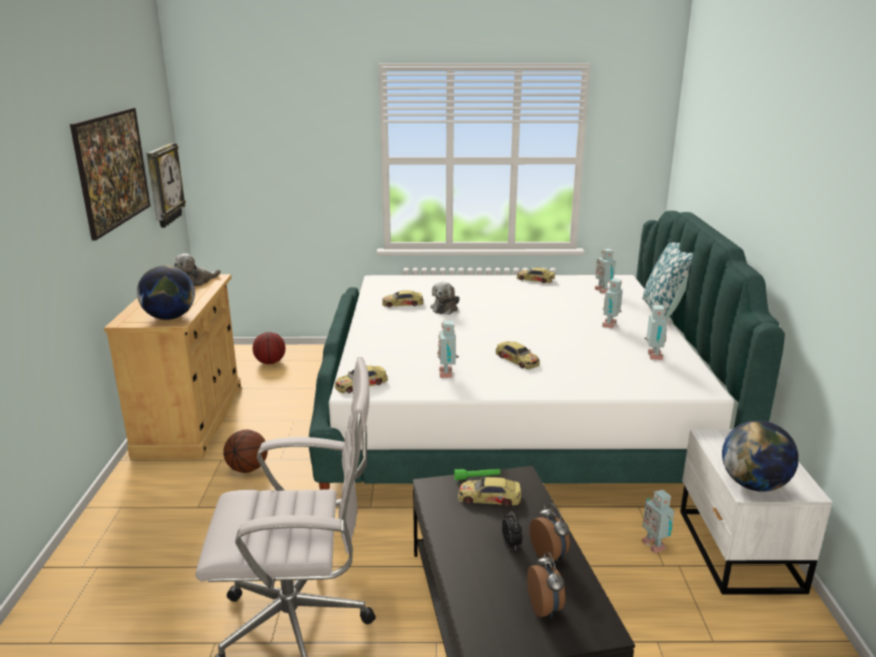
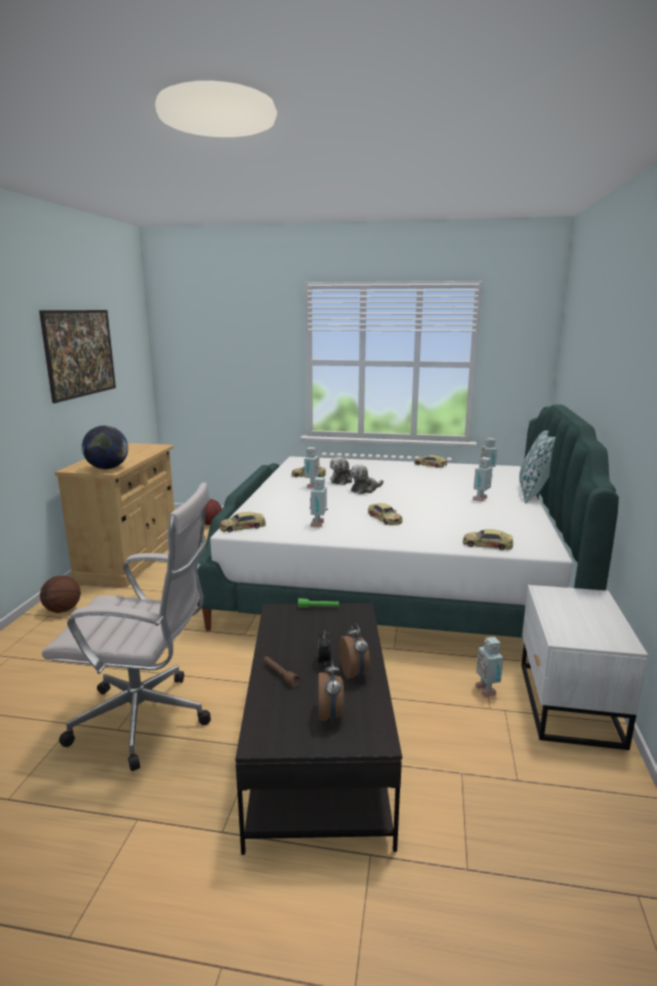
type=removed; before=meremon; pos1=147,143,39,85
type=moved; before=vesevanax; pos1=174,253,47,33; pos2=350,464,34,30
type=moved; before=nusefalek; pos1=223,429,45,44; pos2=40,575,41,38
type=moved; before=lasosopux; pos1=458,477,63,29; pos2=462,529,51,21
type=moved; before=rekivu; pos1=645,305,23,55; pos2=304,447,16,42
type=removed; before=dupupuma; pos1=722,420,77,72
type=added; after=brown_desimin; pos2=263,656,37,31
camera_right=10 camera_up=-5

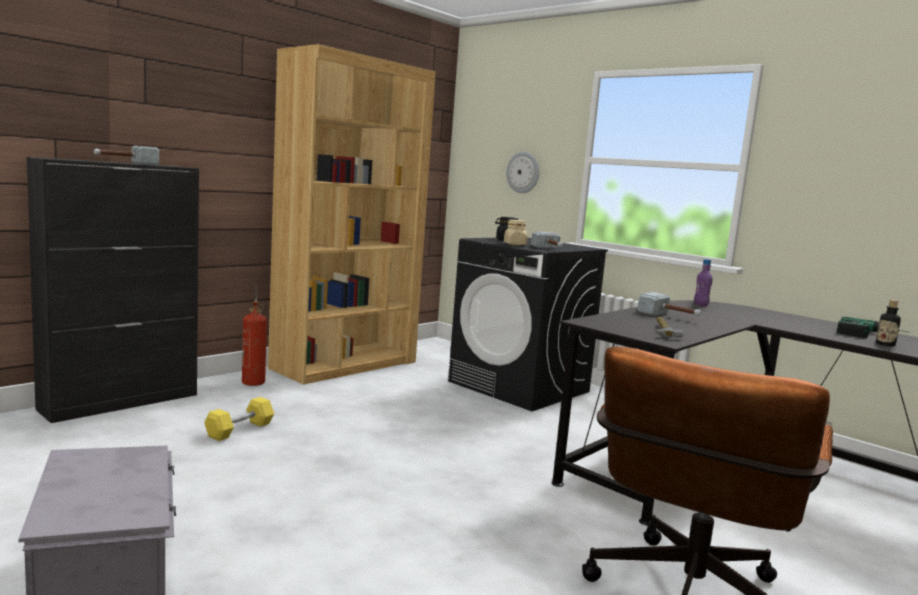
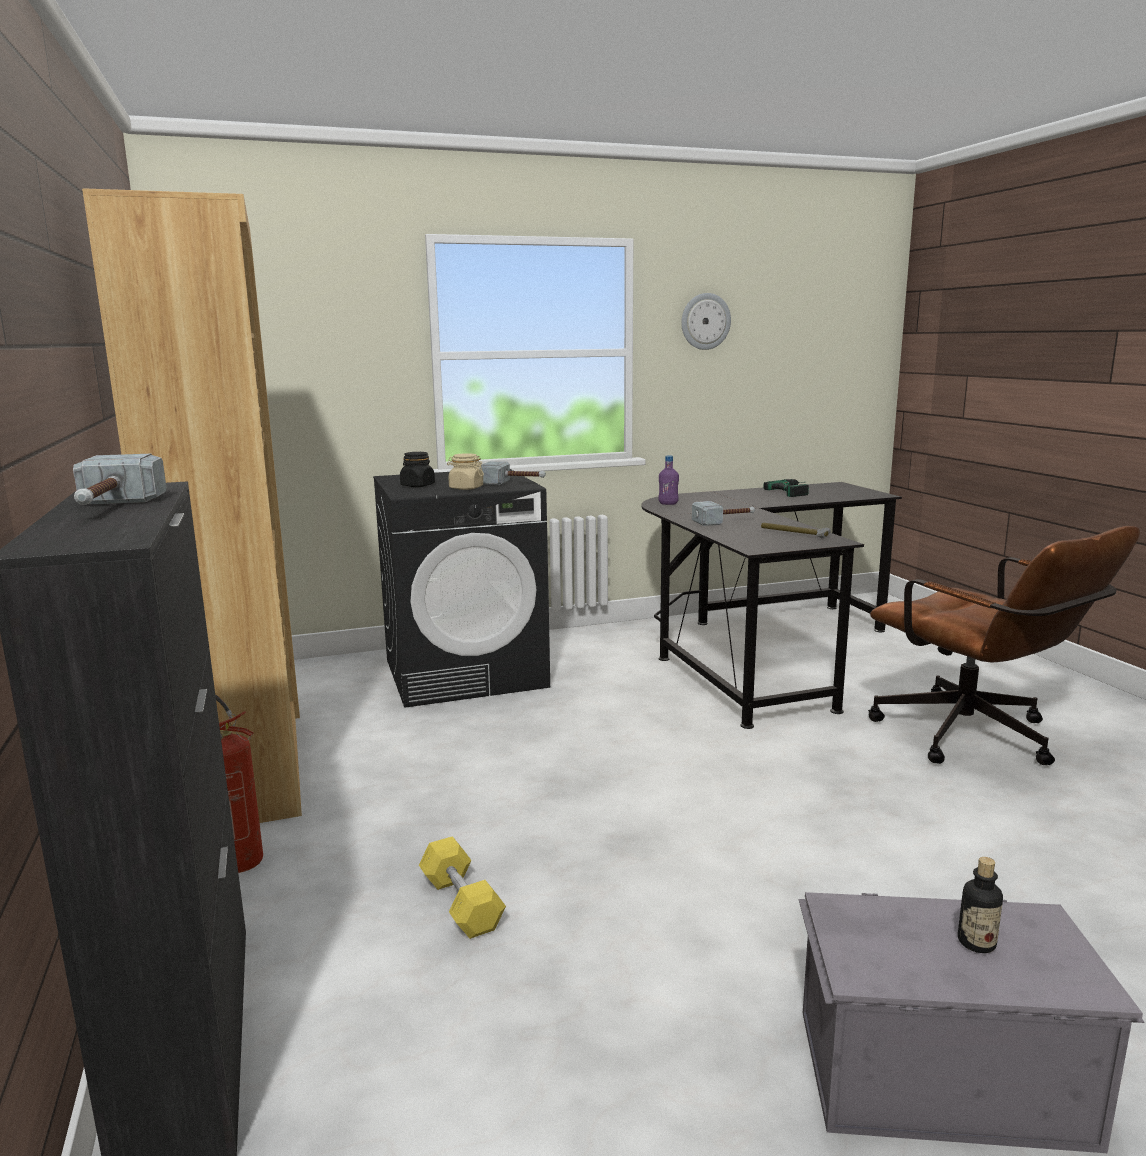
type=moved; before=meremon; pos1=506,152,33,41; pos2=681,293,50,57
type=moved; before=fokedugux; pos1=876,300,25,46; pos2=958,857,45,96
camera_right=-60 camera_up=5

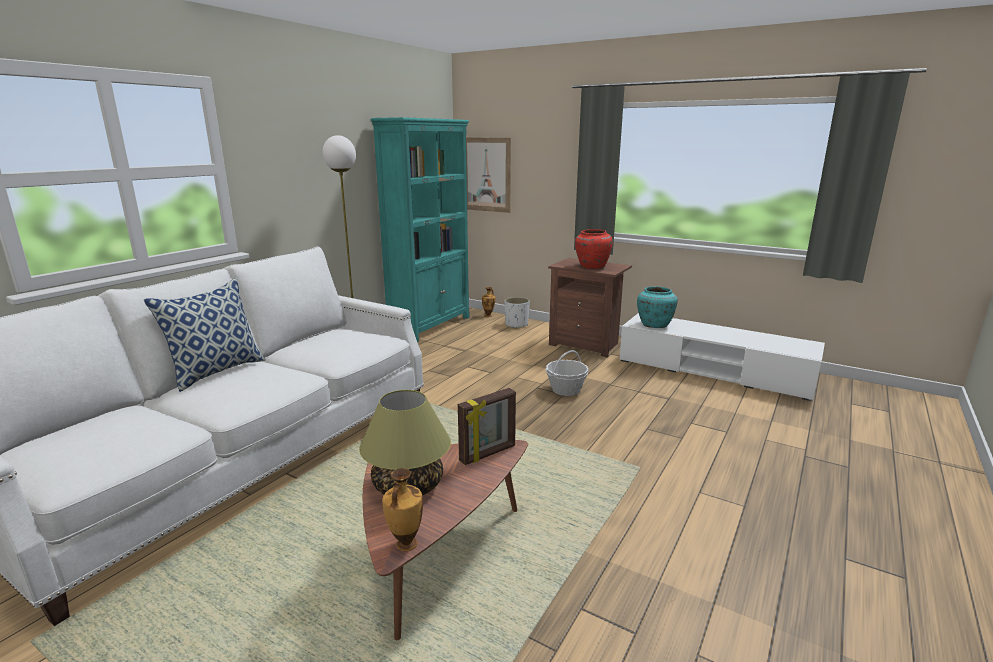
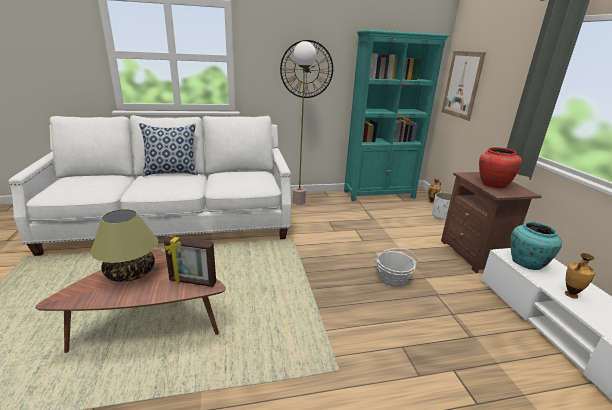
type=moved; before=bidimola; pos1=382,468,41,83; pos2=565,253,30,46
type=added; after=meremon; pos2=280,40,53,58
camera_right=45 camera_up=5

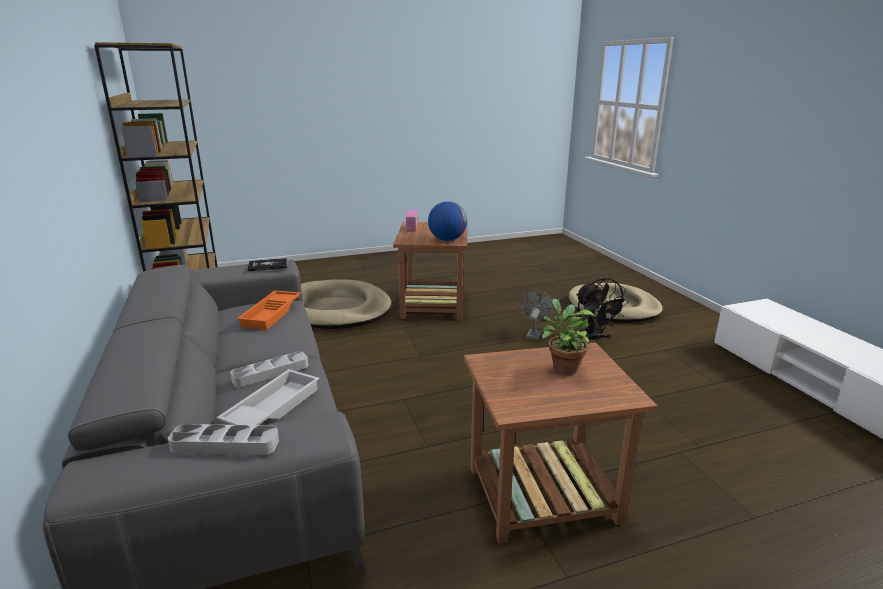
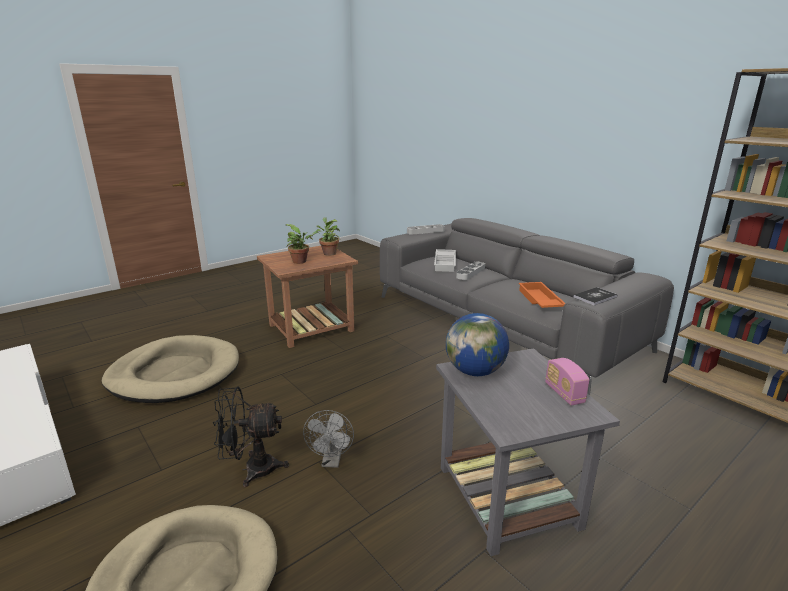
type=moved; before=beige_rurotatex; pos1=301,279,91,50; pos2=101,335,138,68
type=recoloured; before=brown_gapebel; after=grey_gapebel; pos1=393,222,75,98; pos2=436,348,184,208
type=turned; before=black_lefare; pos1=576,278,53,64; pos2=213,386,76,101; turn=-60
type=added; after=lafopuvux; pos2=312,217,28,39
camera_right=160 camera_up=0

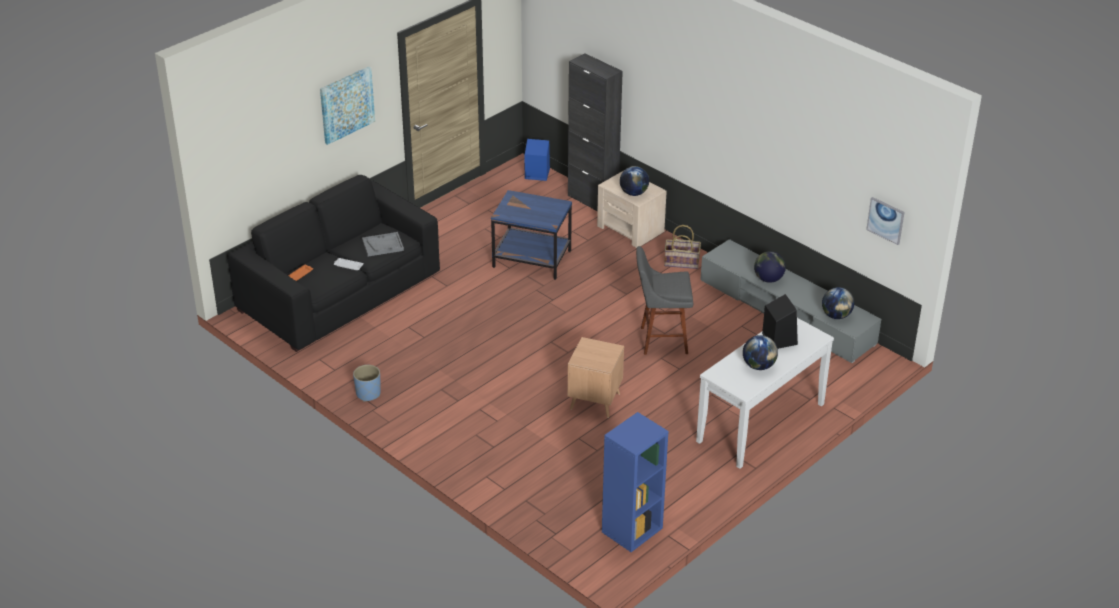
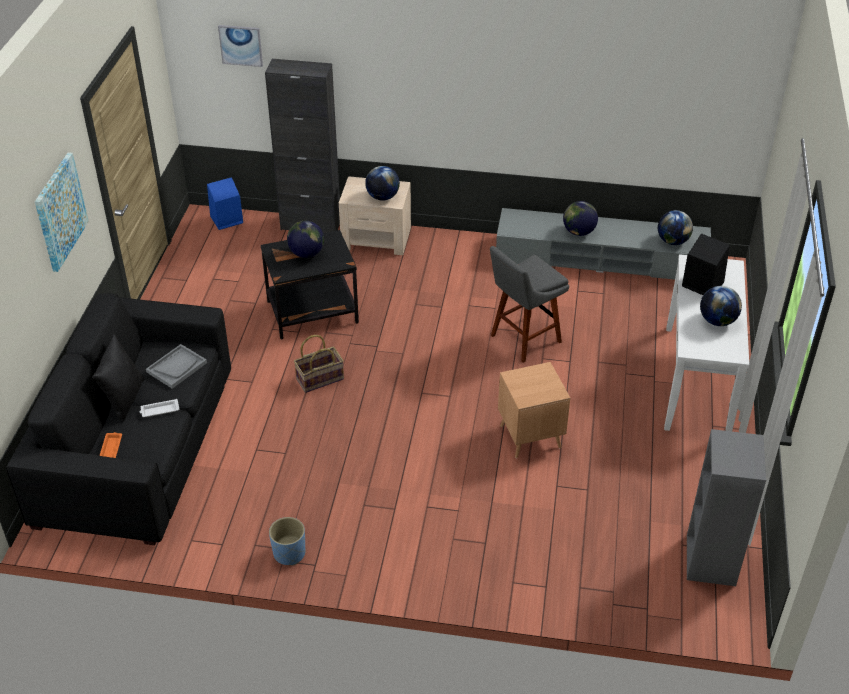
type=recoloured; before=blue_gapebel; after=black_gapebel; pos1=491,190,81,90; pos2=261,230,98,109
type=recoloured; before=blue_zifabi; after=grey_zifabi; pos1=602,412,66,140; pos2=687,429,79,157
type=moved; before=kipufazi; pos1=664,225,37,44; pos2=294,335,50,58
type=moved; before=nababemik; pos1=866,197,39,48; pos2=218,25,45,42
type=added; after=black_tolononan; pos2=92,334,53,89
type=added; after=dupupuma; pos2=287,221,37,37
camera_right=-35 camera_up=5

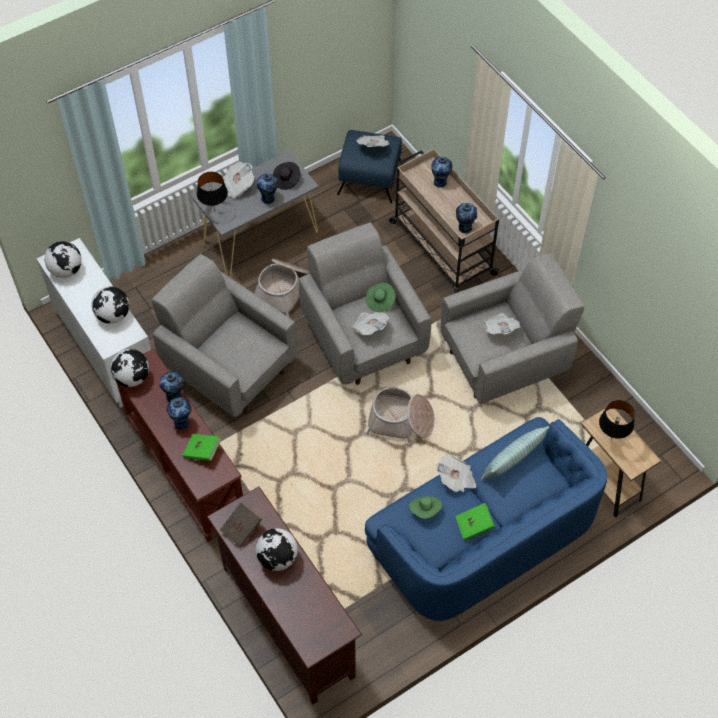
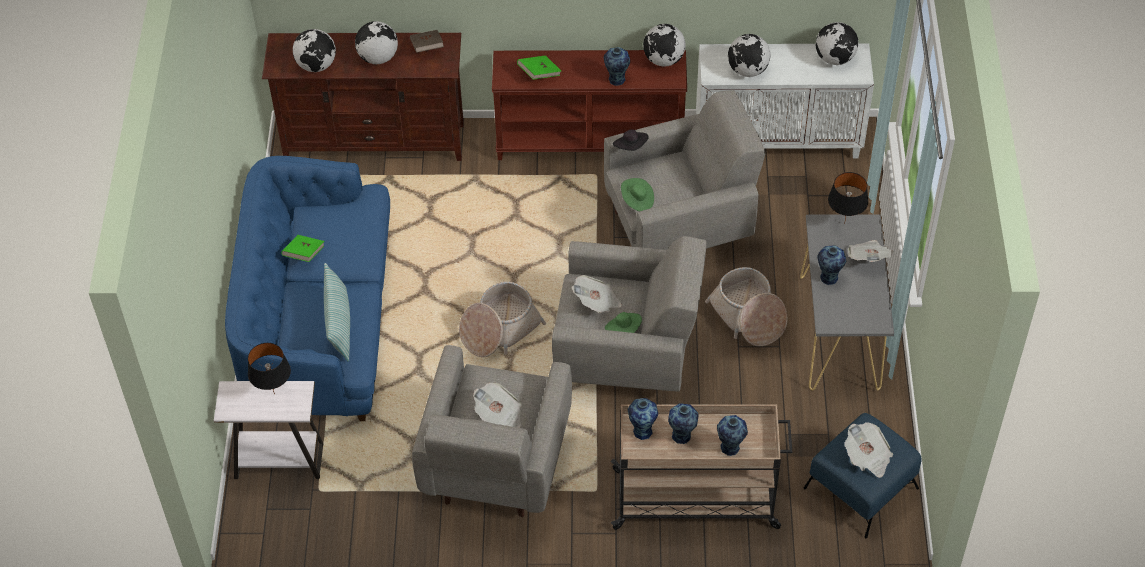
type=moved; before=bidimola; pos1=166,397,26,33; pos2=668,403,30,41
type=moved; before=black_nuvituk; pos1=273,162,27,28; pos2=613,129,36,22
type=moved; before=green_nuvituk; pos1=409,496,33,23; pos2=621,178,33,33
type=removed; before=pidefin; pos1=436,454,40,38
type=recoloured; before=brown_gapebel; after=white_gapebel; pos1=581,408,80,110; pos2=214,381,109,98
type=added; after=dupupuma; pos2=293,29,43,43
camera_right=125 camera_up=-5

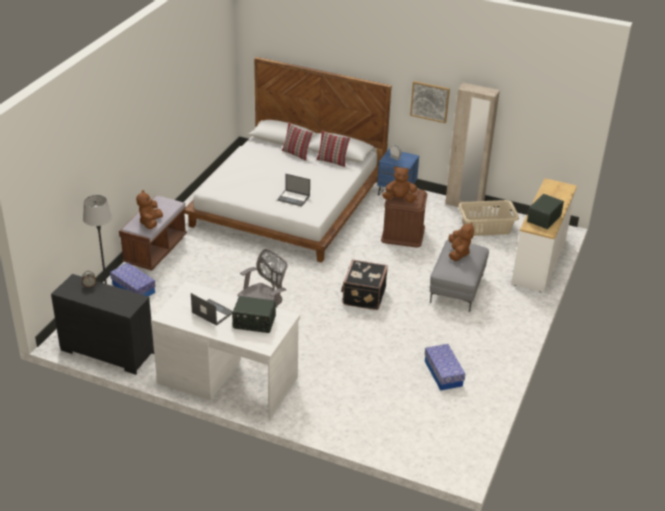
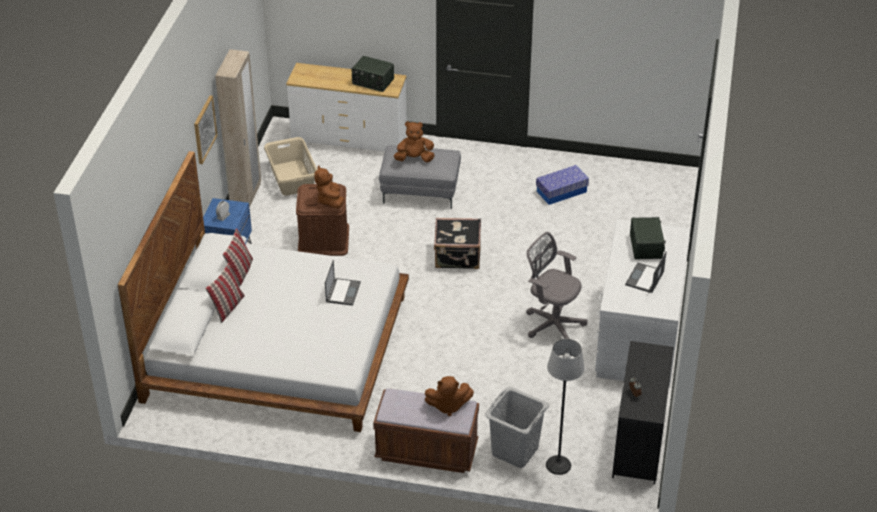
type=replaced; before=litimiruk; after=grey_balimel; pos1=110,263,46,34; pos2=485,387,64,81
camera_right=-100 camera_up=5

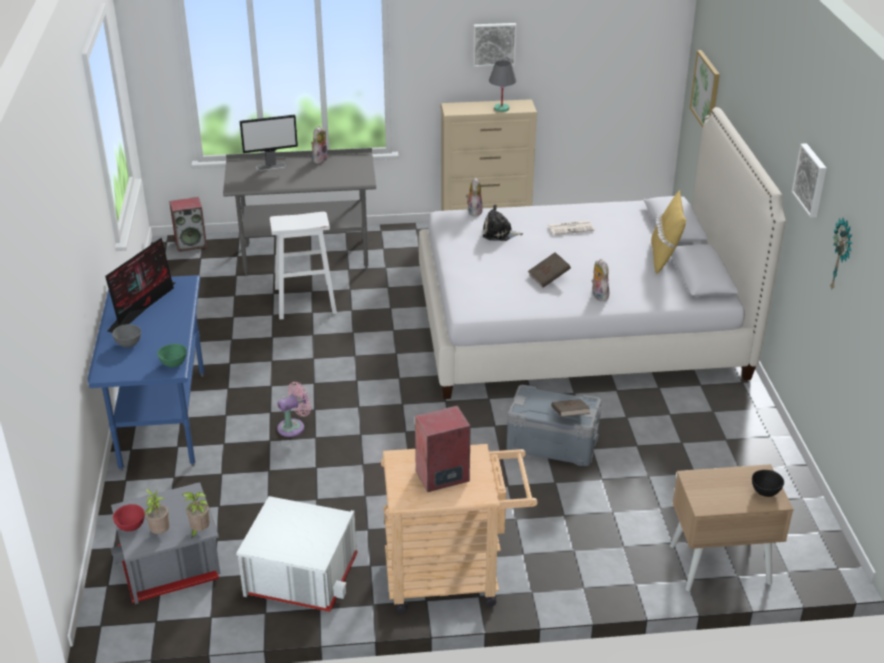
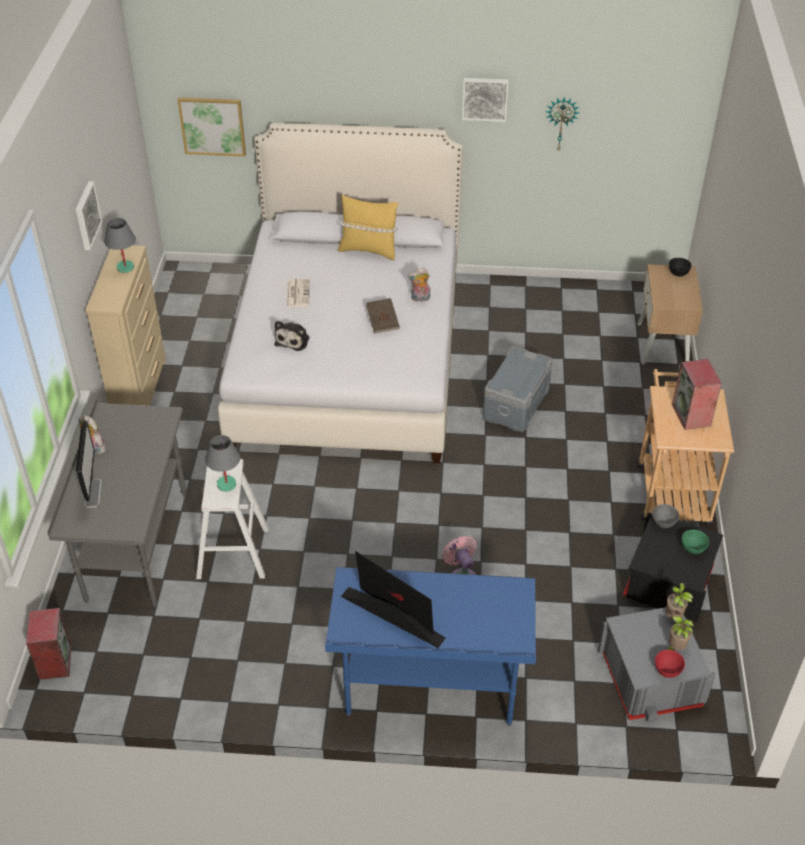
type=moved; before=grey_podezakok; pos1=112,324,29,23; pos2=652,504,27,24
type=moved; before=green_podezakok; pos1=157,344,30,23; pos2=682,530,27,24
type=recoloured; before=white_litimiruk; after=black_litimiruk; pos1=236,496,122,116; pos2=623,512,100,110
type=removed; before=vesevanax; pos1=466,177,17,40
type=removed; before=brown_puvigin; pos1=551,399,39,18
type=added; after=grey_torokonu; pos2=205,435,35,57
camera_right=-80 camera_up=10

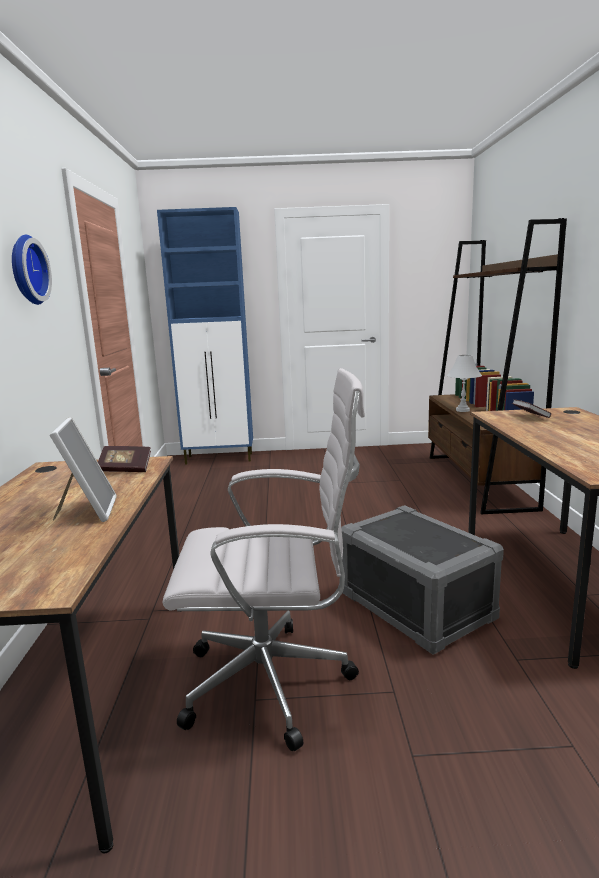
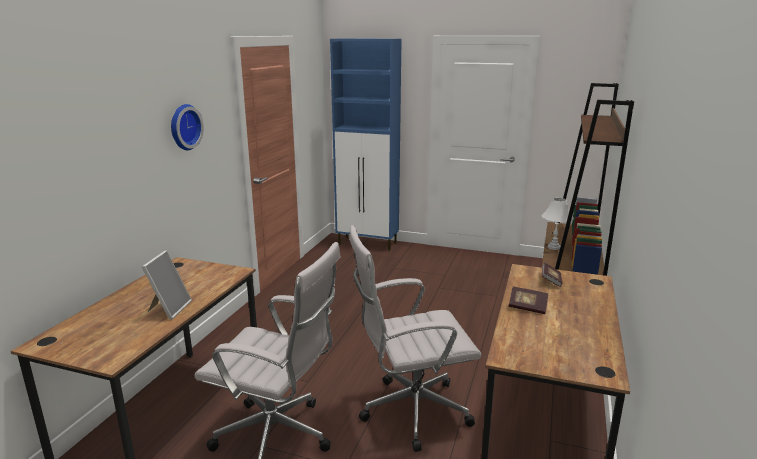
type=moved; before=puvigin; pos1=98,446,53,26; pos2=509,287,39,27
type=replaced; before=grey_litimiruk; after=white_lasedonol; pos1=341,505,163,150; pos2=349,225,132,227
camera_right=20 camera_up=5

